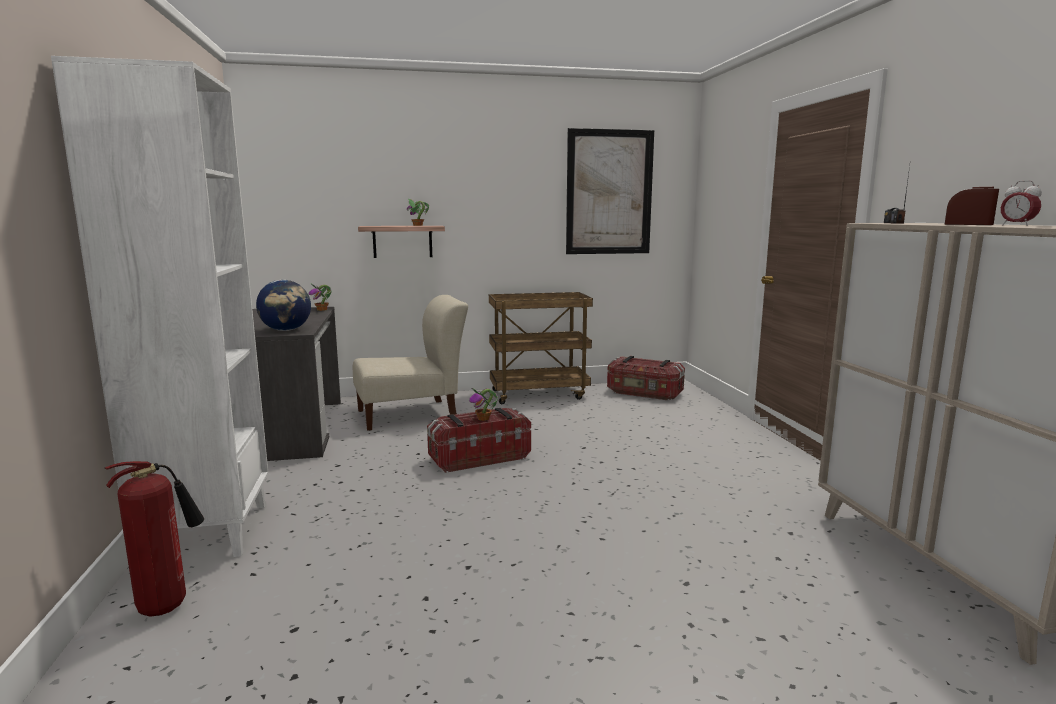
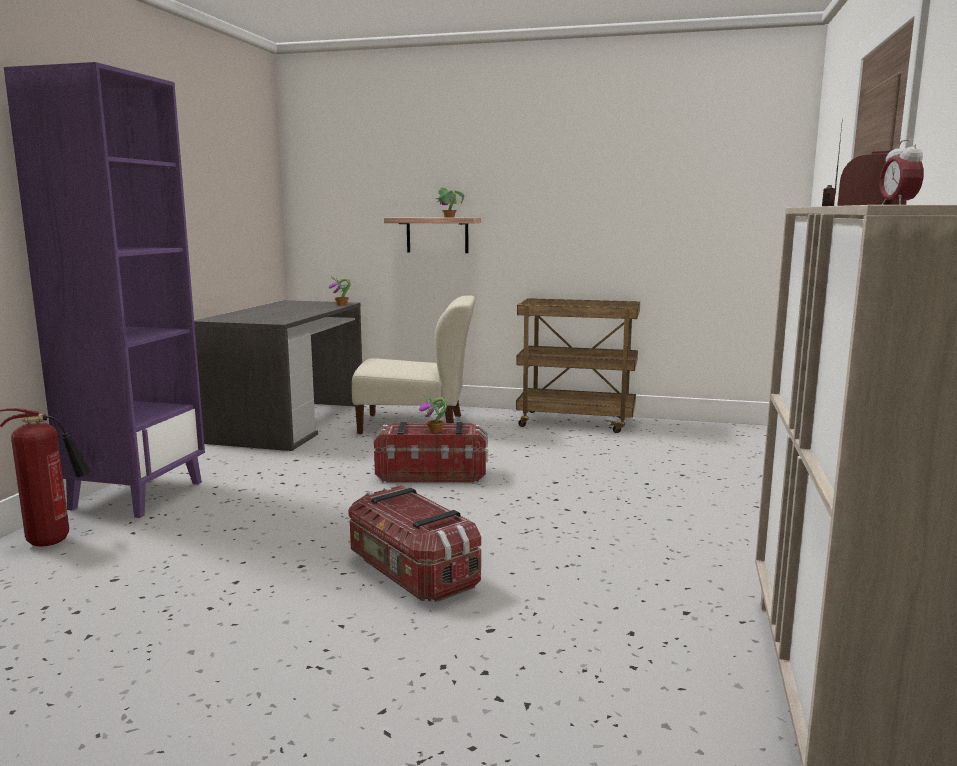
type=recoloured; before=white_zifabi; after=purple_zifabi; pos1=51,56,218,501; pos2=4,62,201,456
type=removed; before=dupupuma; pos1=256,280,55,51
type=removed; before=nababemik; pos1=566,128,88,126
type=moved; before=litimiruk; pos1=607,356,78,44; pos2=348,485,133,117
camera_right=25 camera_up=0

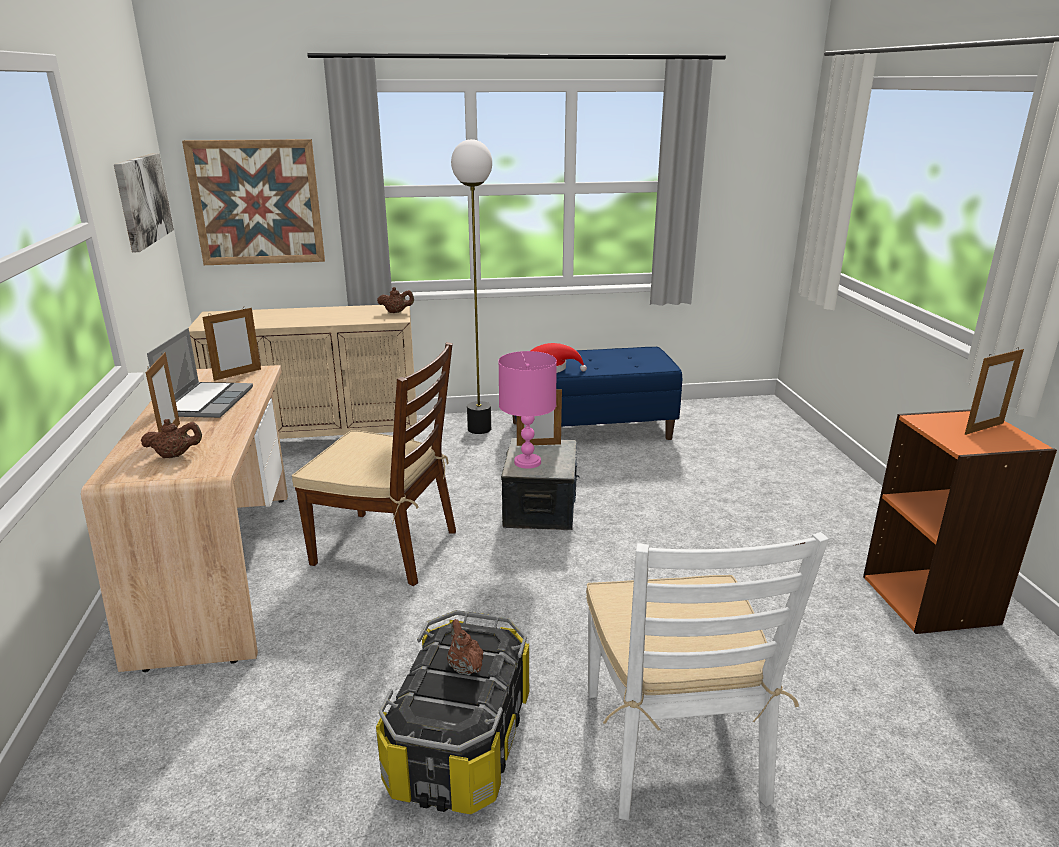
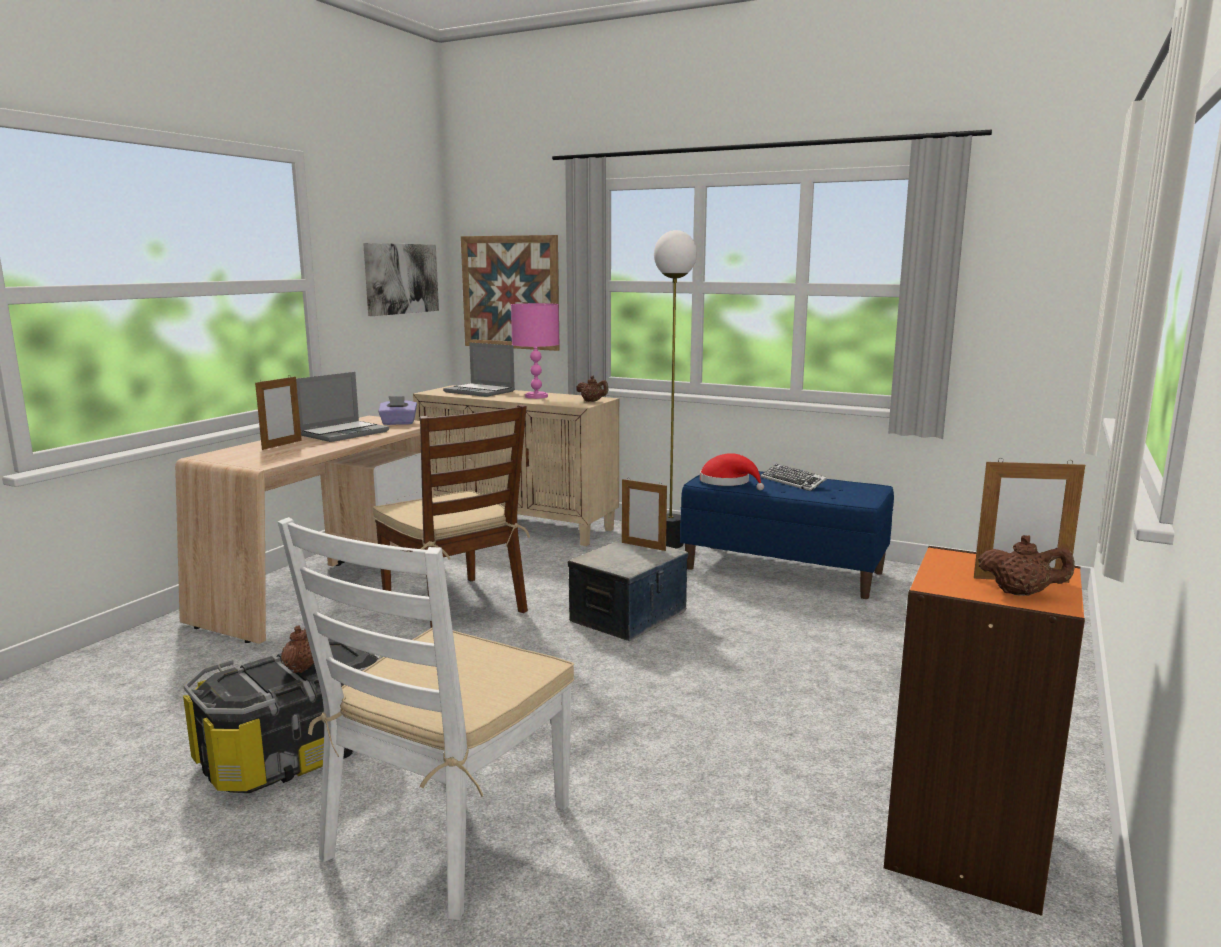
type=moved; before=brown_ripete; pos1=141,419,61,39; pos2=978,535,97,61
type=replaced; before=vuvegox; after=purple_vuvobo; pos1=202,308,59,73; pos2=378,396,39,29
type=moved; before=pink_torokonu; pos1=498,351,59,118; pos2=511,303,48,96
type=added; after=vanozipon; pos2=443,342,72,55
type=added; after=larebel; pos2=761,464,66,27
camera_right=35 camera_up=-10

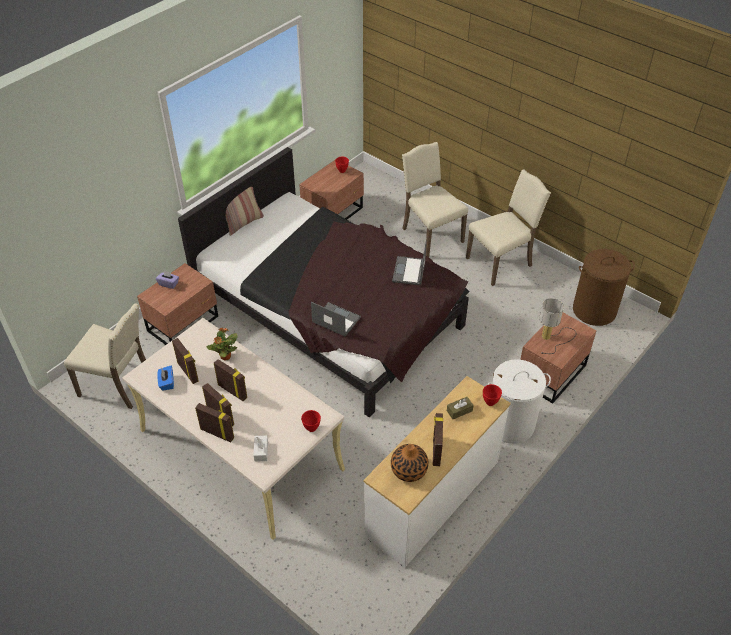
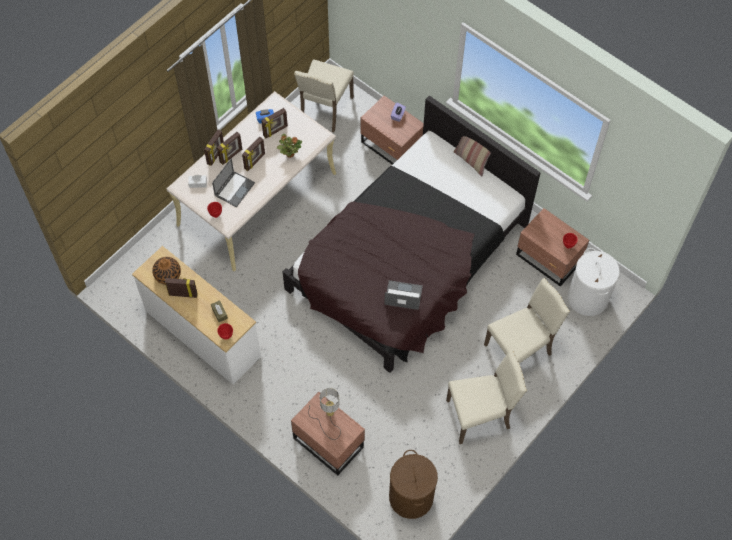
type=moved; before=vanozipon; pos1=311,302,50,35; pos2=212,158,43,49
type=turned; before=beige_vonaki; pos1=466,169,85,117; pos2=446,351,81,93; turn=-75
type=moved; before=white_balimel; pos1=488,359,63,85; pos2=567,248,53,68
camera_right=90 camera_up=15

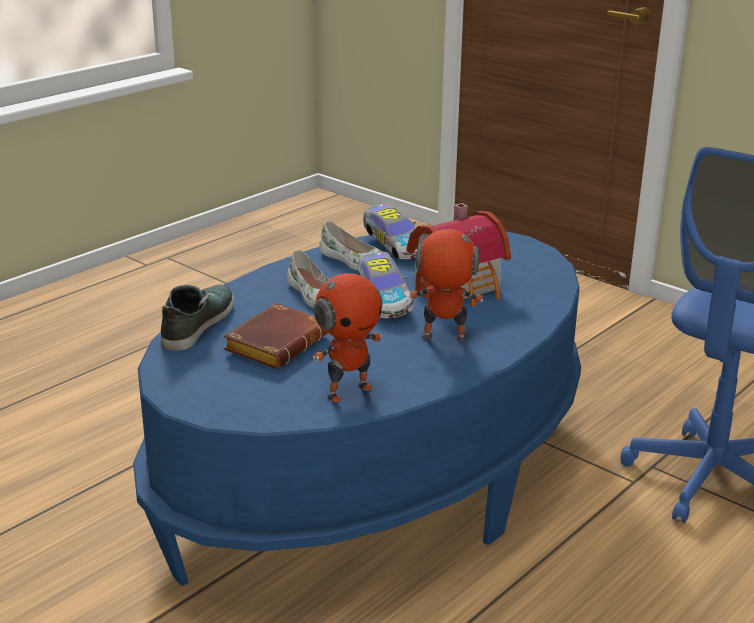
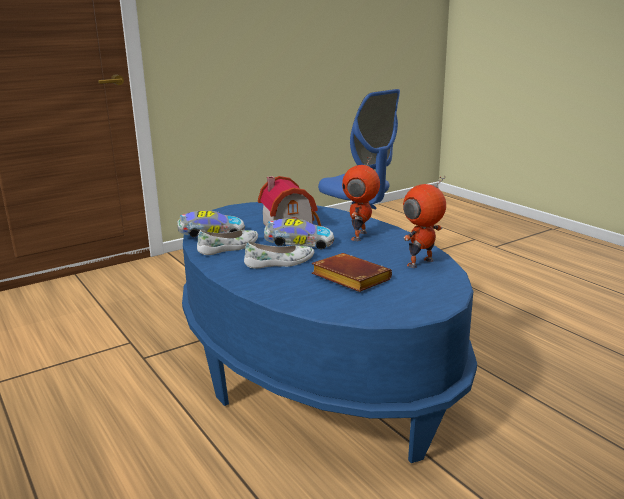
type=removed; before=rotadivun; pos1=161,285,73,66
type=turned; before=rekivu; pos1=313,272,70,130; pos2=403,175,43,93; turn=-105
camera_right=-75 camera_up=-5

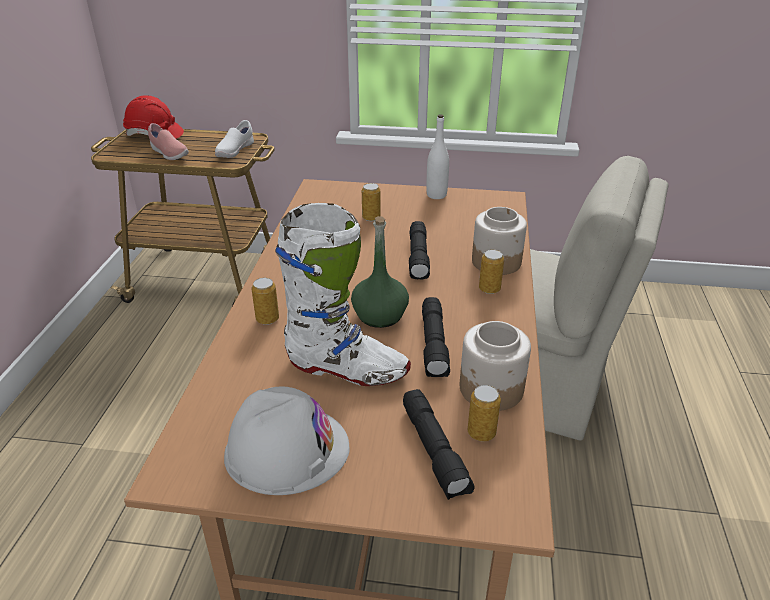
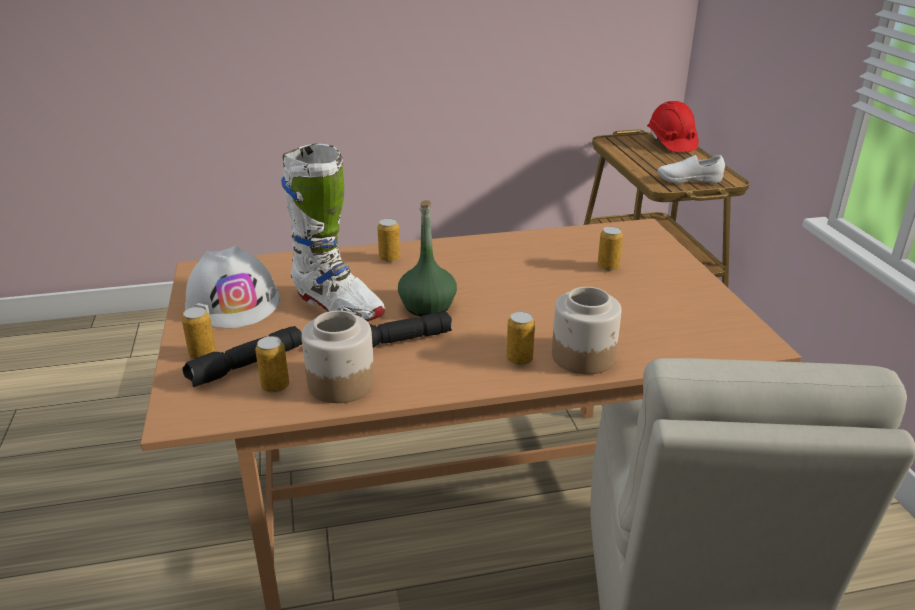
type=removed; before=pink_rotadivun; pos1=148,123,41,37
type=turned; before=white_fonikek; pos1=275,203,136,183; pos2=281,144,104,177; turn=-45
type=removed; before=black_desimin; pos1=409,221,21,58
type=removed; before=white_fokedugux; pos1=426,114,23,85
type=added; after=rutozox; pos2=182,307,34,52
camera_right=70 camera_up=-5

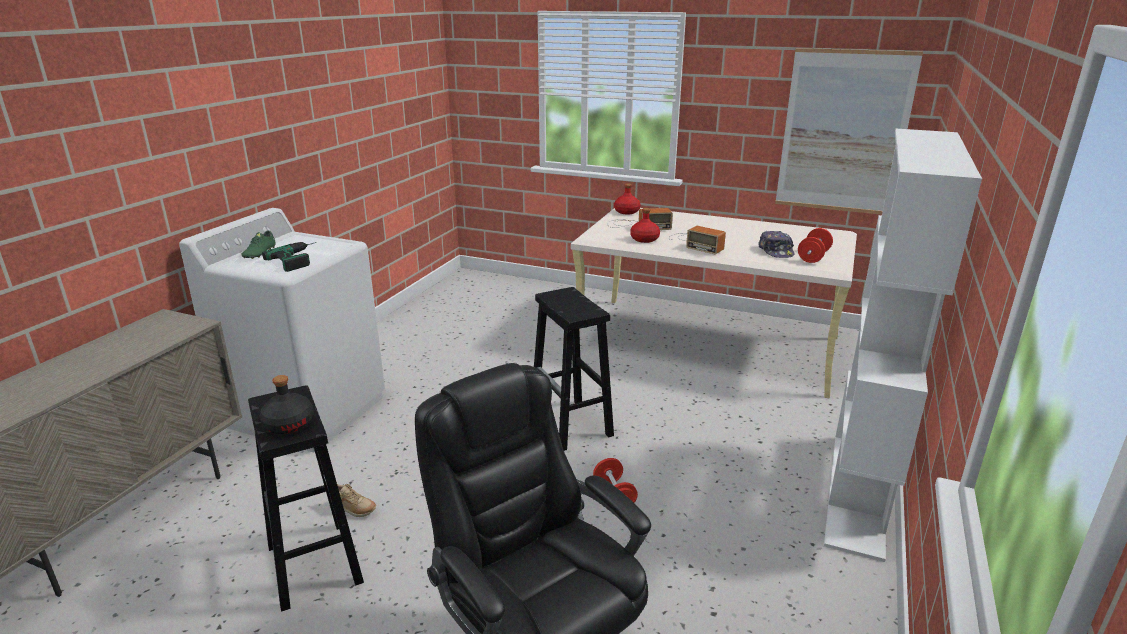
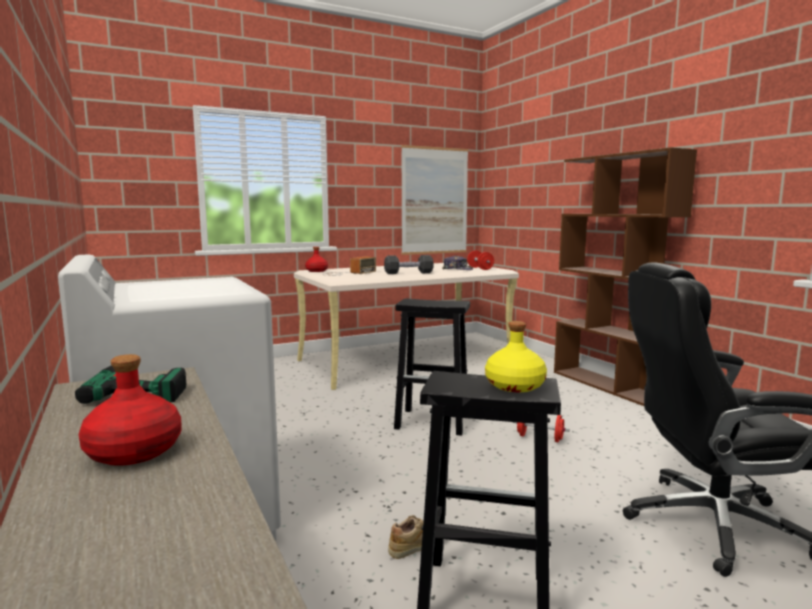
type=removed; before=green_rotadivun; pos1=241,230,35,29
type=recoloured; before=black_fokedugux; after=yellow_fokedugux; pos1=260,375,54,59; pos2=485,321,62,71
type=moved; before=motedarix; pos1=262,242,54,30; pos2=75,365,112,39
type=moved; before=red_fokedugux; pos1=630,208,30,35; pos2=78,354,104,112
type=replaced; before=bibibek; after=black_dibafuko; pos1=670,226,56,28; pos2=384,255,49,19
type=recoloured; before=white_zifabi; after=brown_zifabi; pos1=824,129,158,433; pos2=554,147,143,259
camera_right=-50 camera_up=-15

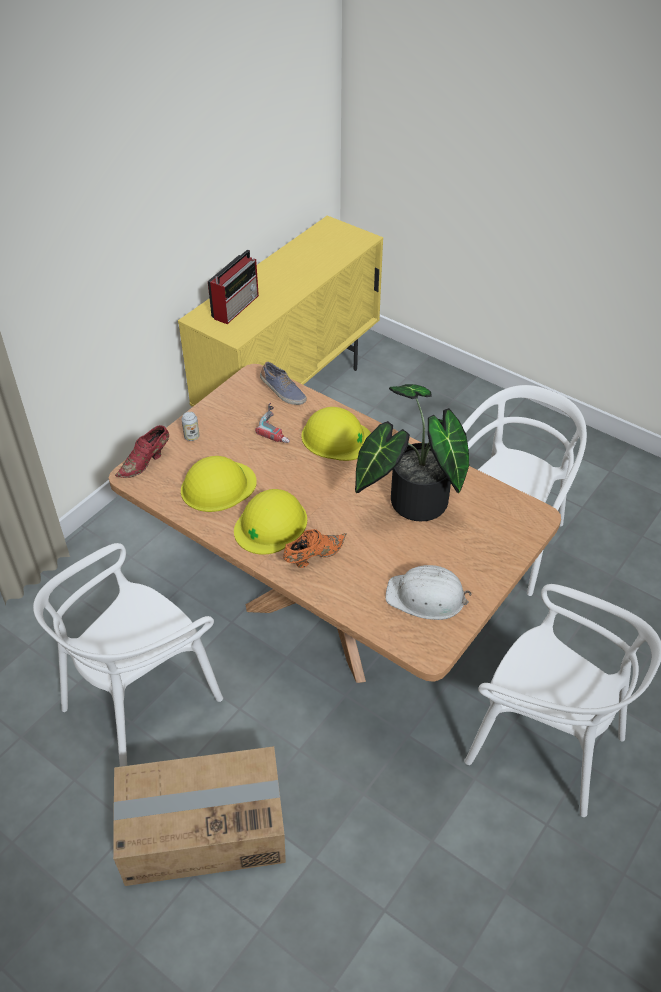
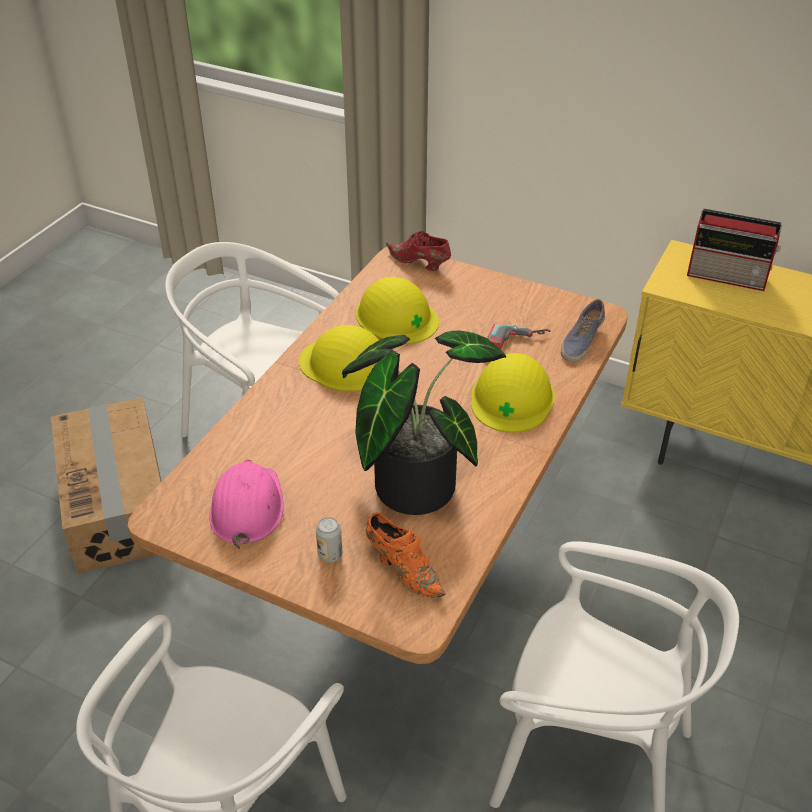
type=moved; before=rutozox; pos1=182,412,17,29; pos2=316,517,26,46
type=moved; before=orange_rotadivun; pos1=283,529,63,39; pos2=366,512,80,86
type=recoloured; before=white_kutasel; after=pink_kutasel; pos1=385,565,87,55; pos2=209,460,75,89
camera_right=80 camera_up=-5

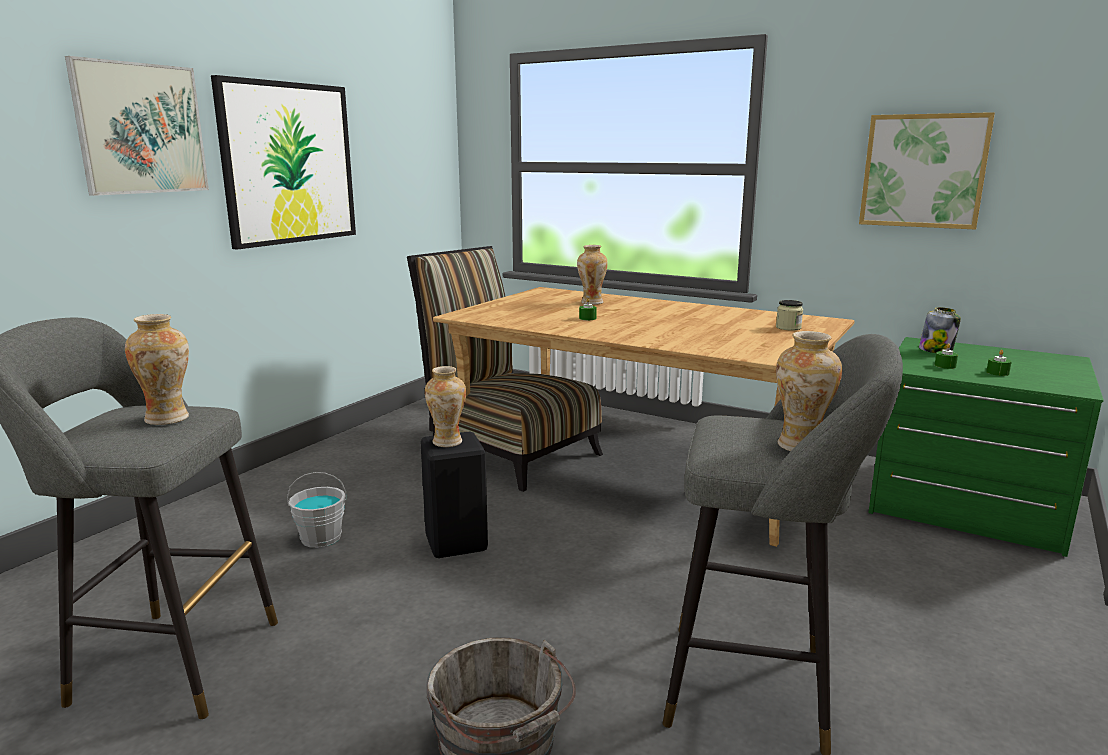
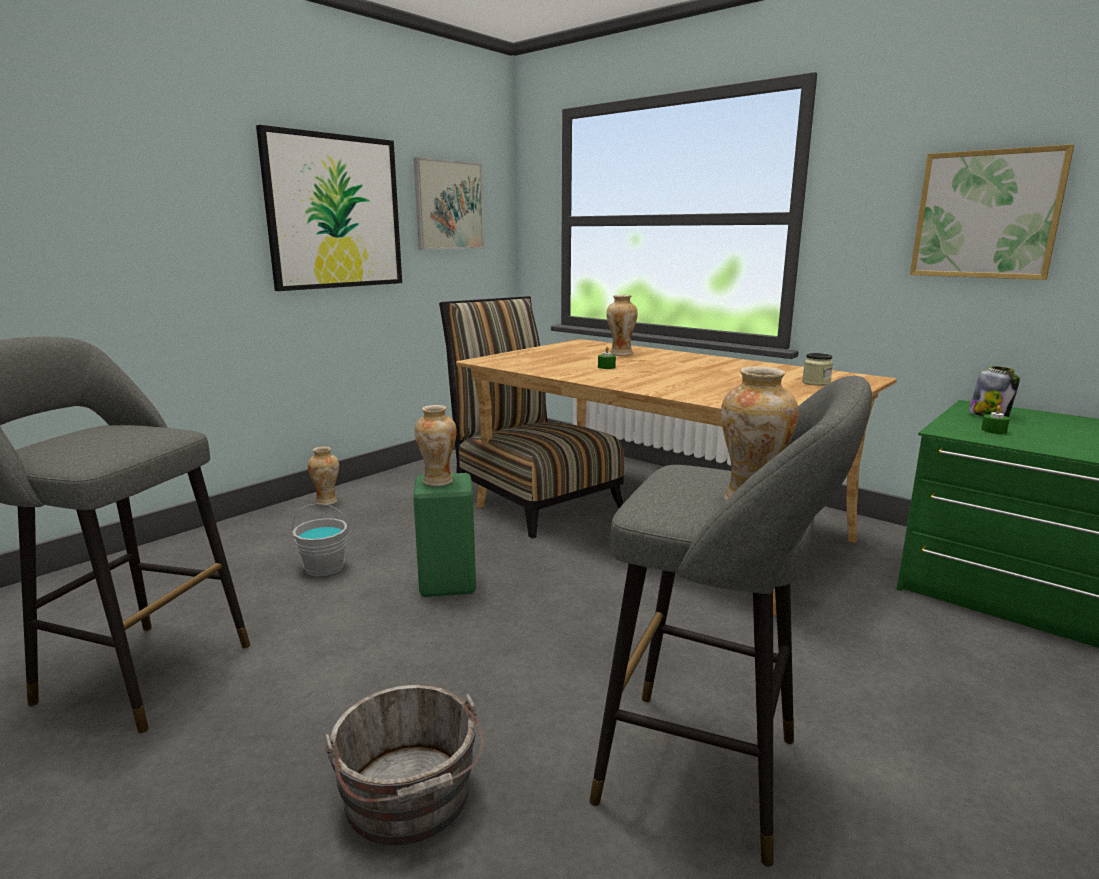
type=moved; before=nababemik; pos1=65,56,144,140; pos2=414,157,70,93
type=moved; before=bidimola; pos1=125,314,64,111; pos2=308,446,31,59
type=recoloured; before=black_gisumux; after=green_gisumux; pos1=421,431,67,127; pos2=413,473,63,124
type=removed; before=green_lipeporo; pos1=986,350,26,26
camera_right=10 camera_up=0

